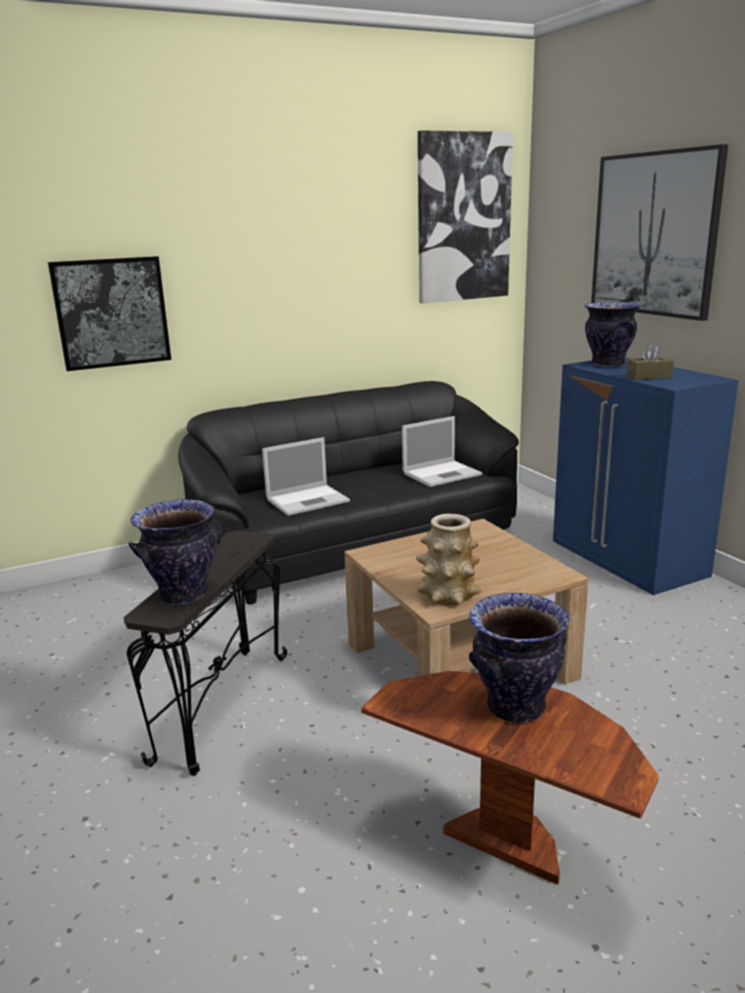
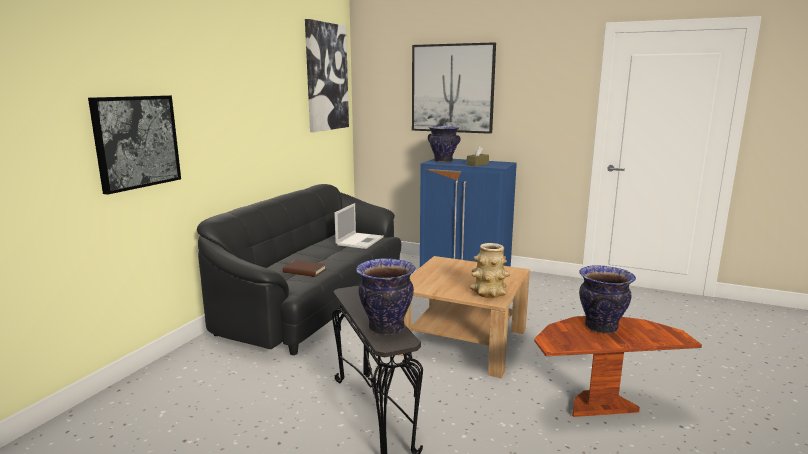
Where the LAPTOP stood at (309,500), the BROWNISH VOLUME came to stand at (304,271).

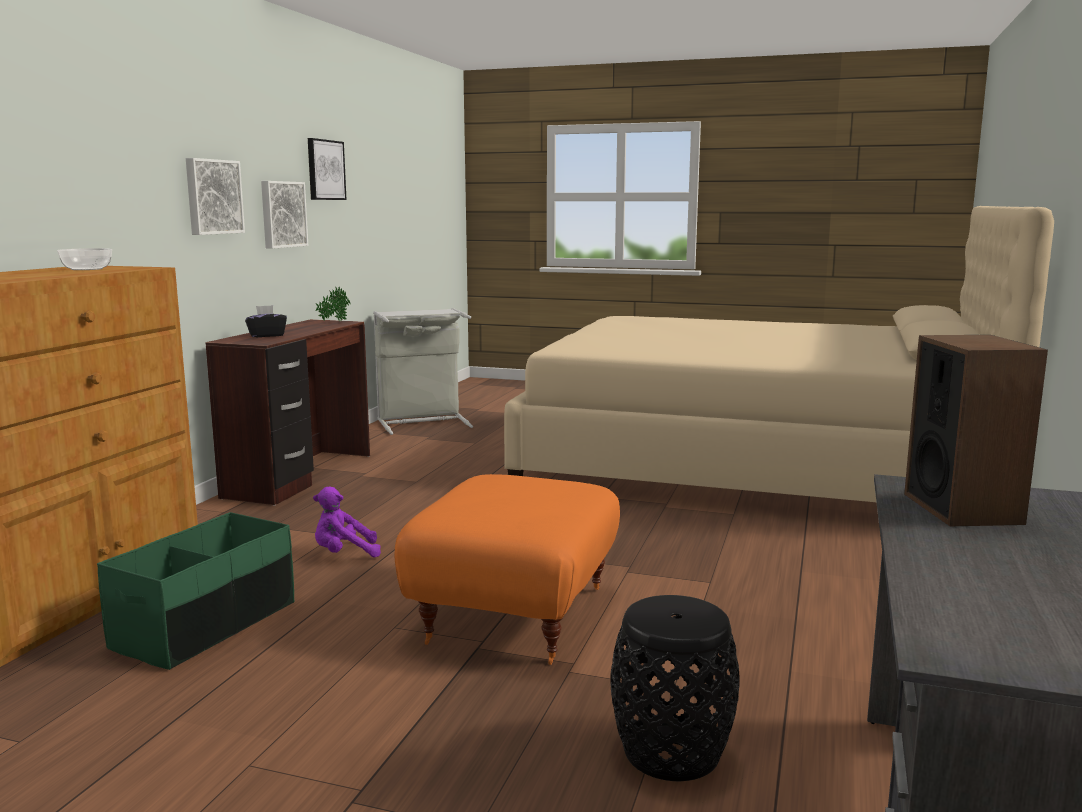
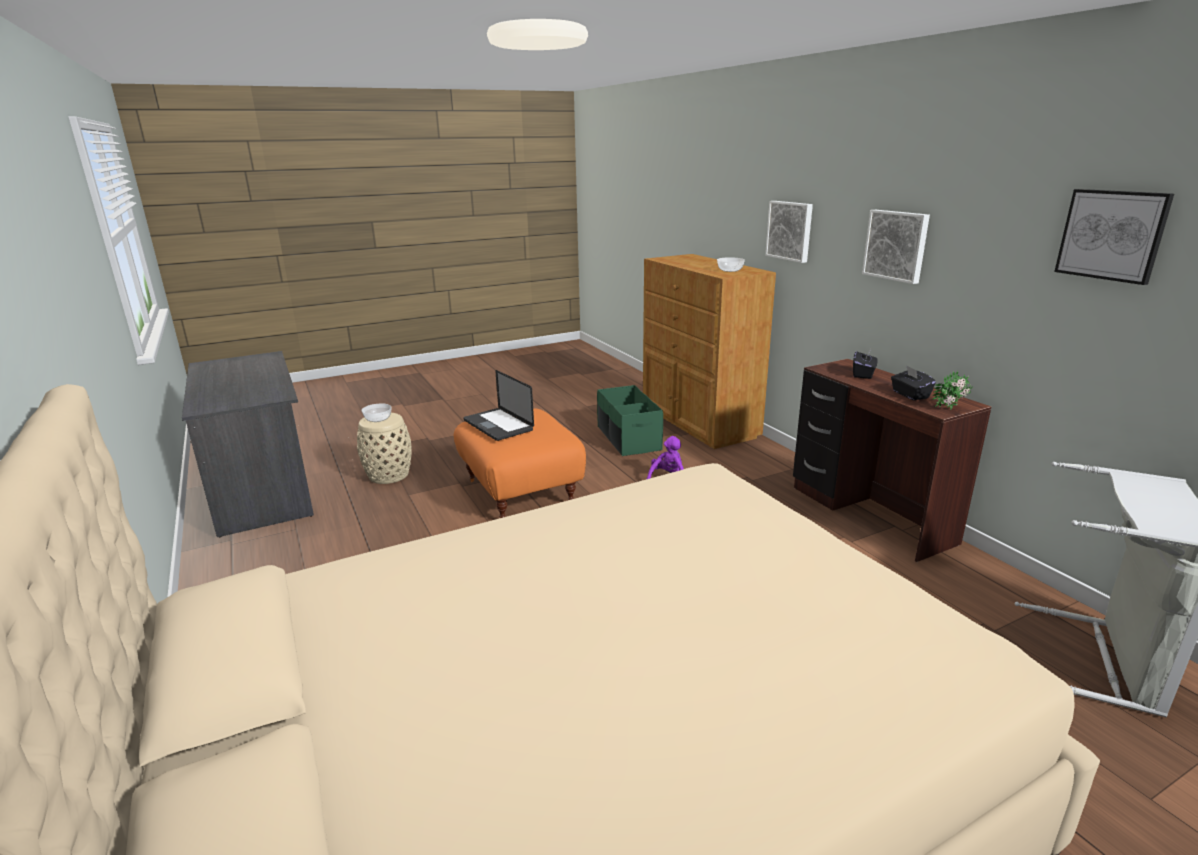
The second view lost the AUDIO SPEAKER at (962,508). The second view gained the BOWL at (377,419). The second view gained the LAPTOP at (498,425). The second view gained the BLACKISH TISSUE BOX at (910,395). The PICTURE ended up elsewhere, having gone from (282,214) to (790,230). What was the BLACKISH STOOL SEAT at (671,753) turned into the SAND-COLOURED STOOL SEAT at (389,475).

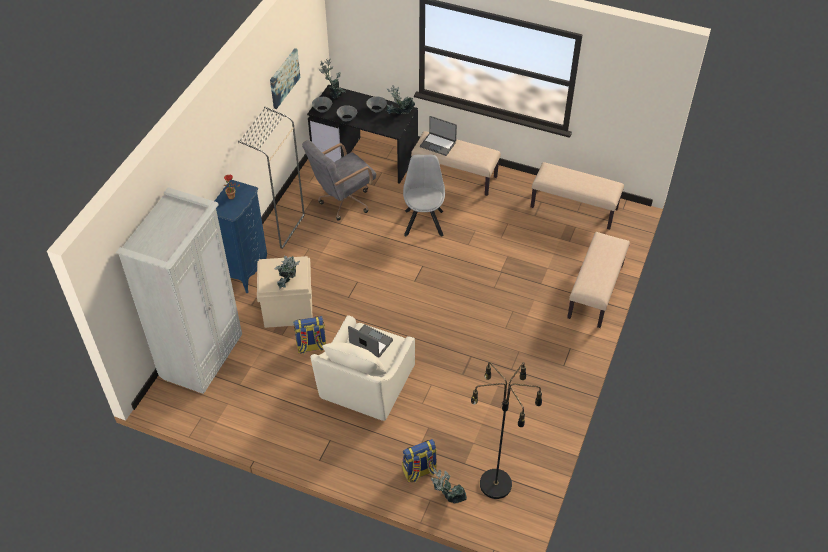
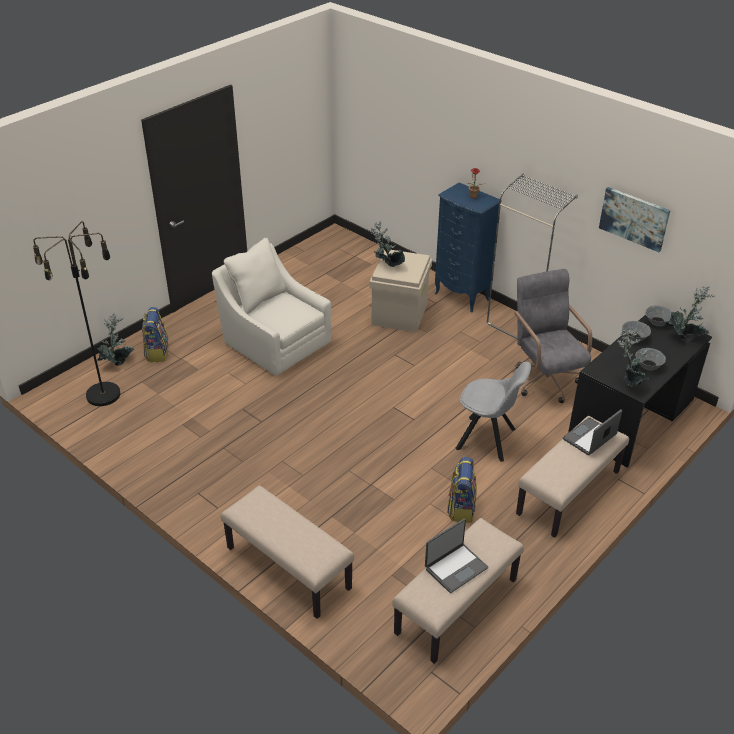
The second view lost the WHITISH CLOTHES CUPBOARD at (202,355). The BACKPACK ended up elsewhere, having gone from (311,346) to (461,508). The LAPTOP ended up elsewhere, having gone from (370,342) to (455,567).

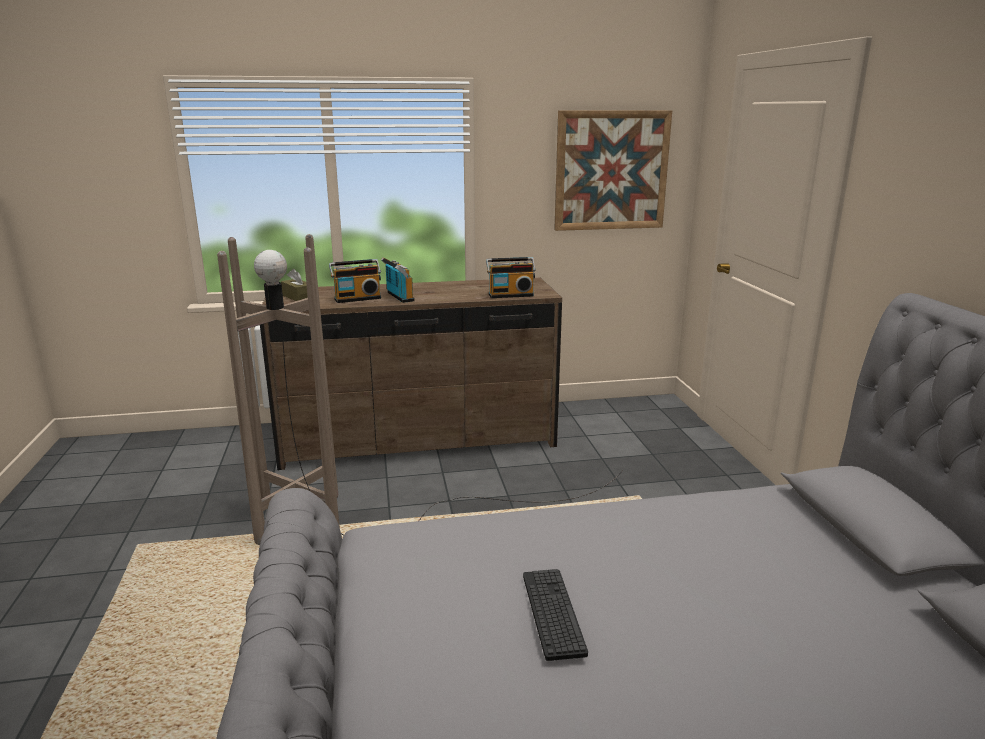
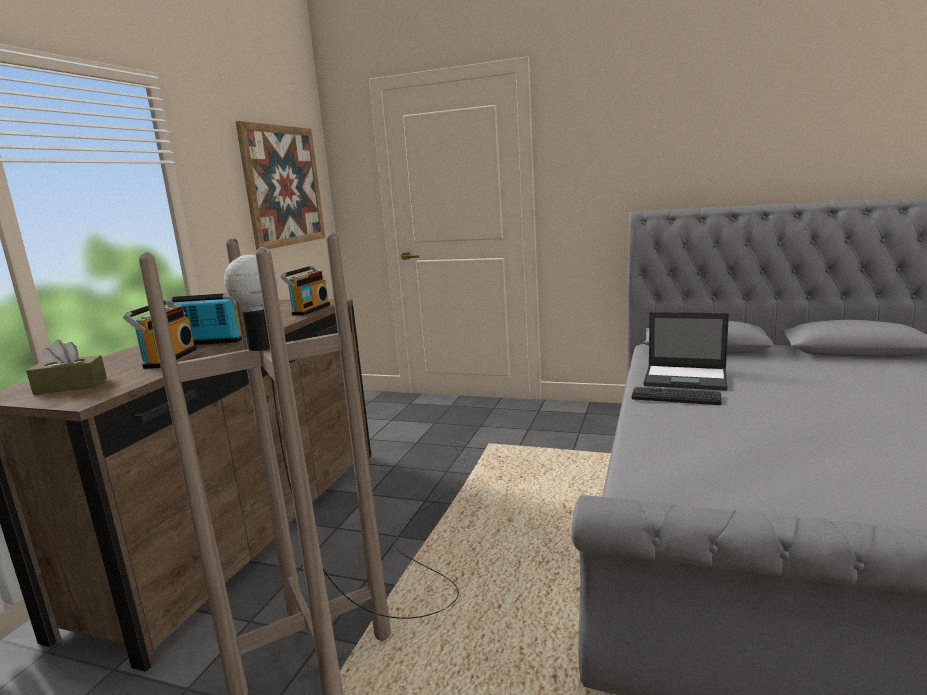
The second view gained the LAPTOP at (686,378). The KEYBOARD ended up elsewhere, having gone from (553,613) to (675,397).

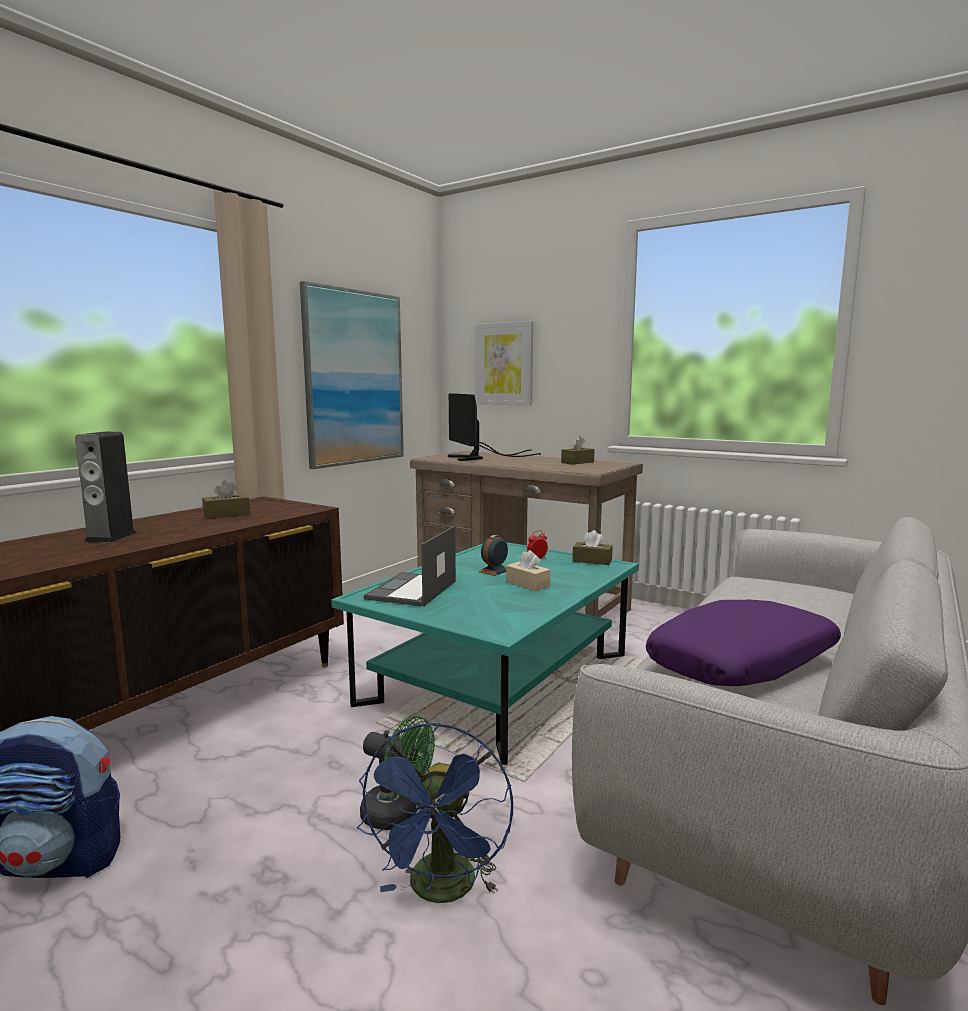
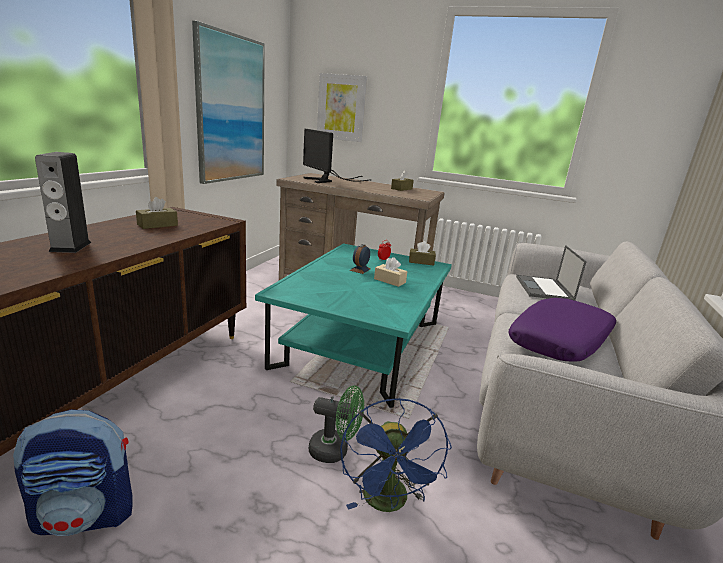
The LAPTOP ended up elsewhere, having gone from (411,590) to (544,289).

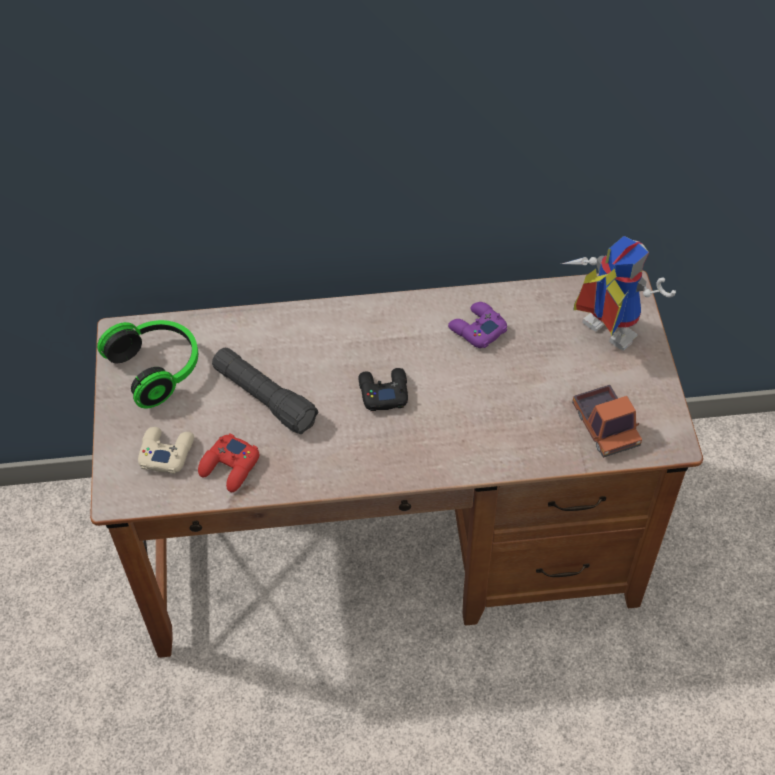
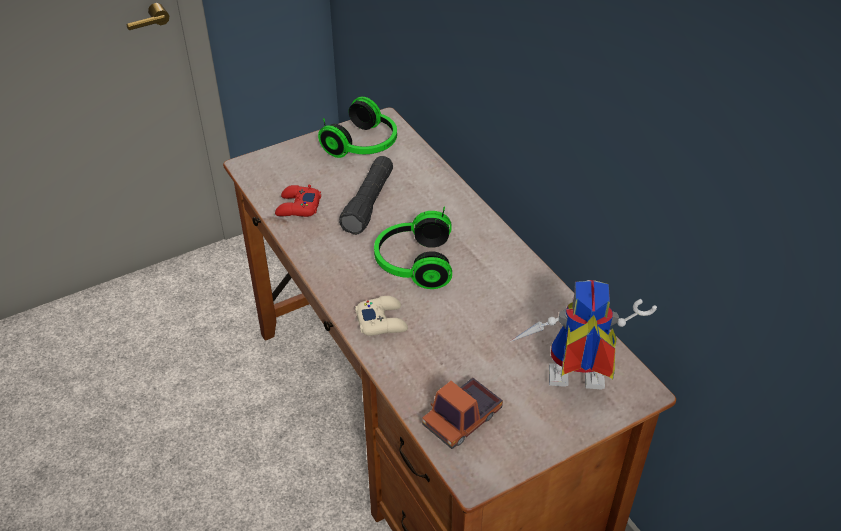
The second view lost the PURPLISH GAME CONTROLLER at (477,329). The SAND-COLOURED GAME CONTROLLER ended up elsewhere, having gone from (166,452) to (382,321). Where the BLACKISH GAME CONTROLLER stood at (383,392), the PAIR OF HEADPHONES came to stand at (413,263). The MODEL ROBOT at (600,333) ended up facing another way, 105 degrees counterclockwise from before.

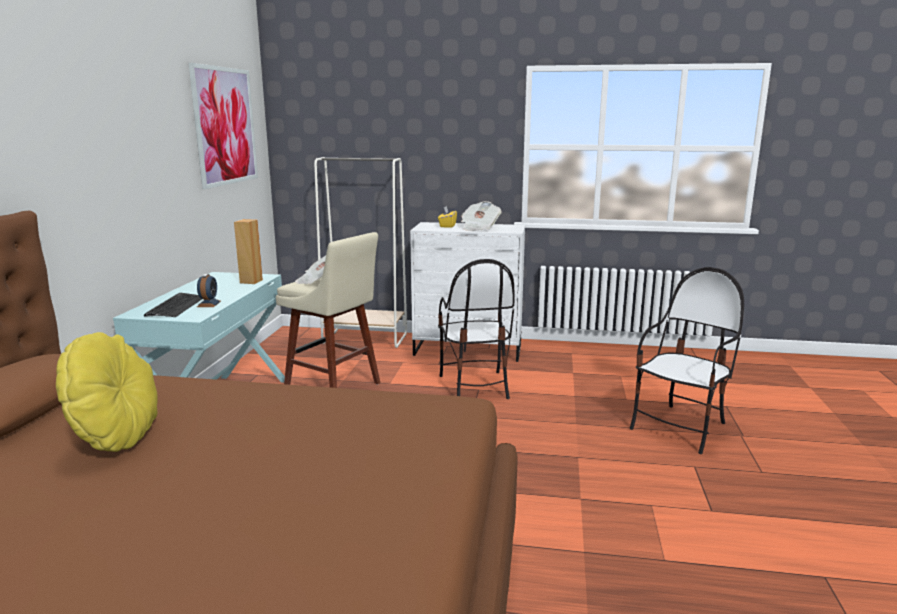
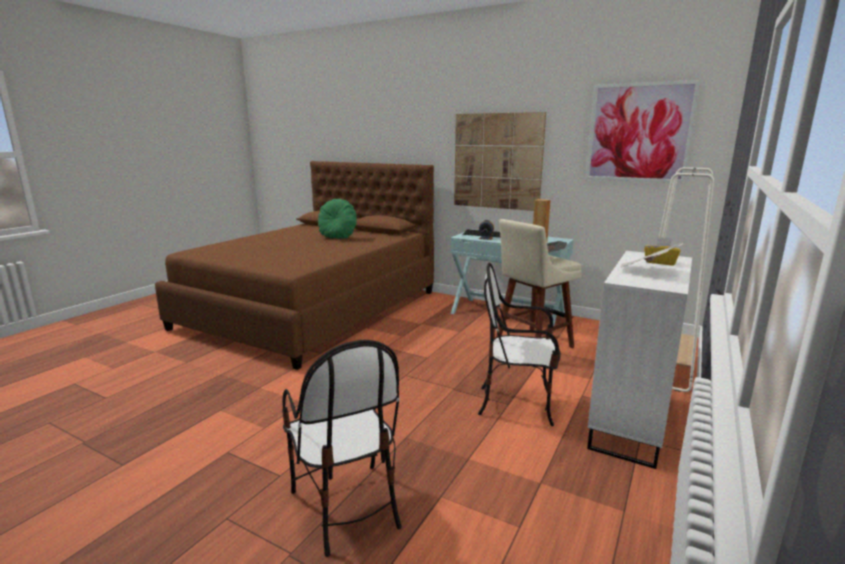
The second view gained the PICTURE at (497,161). What was the YELLOW-COLOURED CUSHION at (118,440) turned into the GREENISH CUSHION at (338,238).

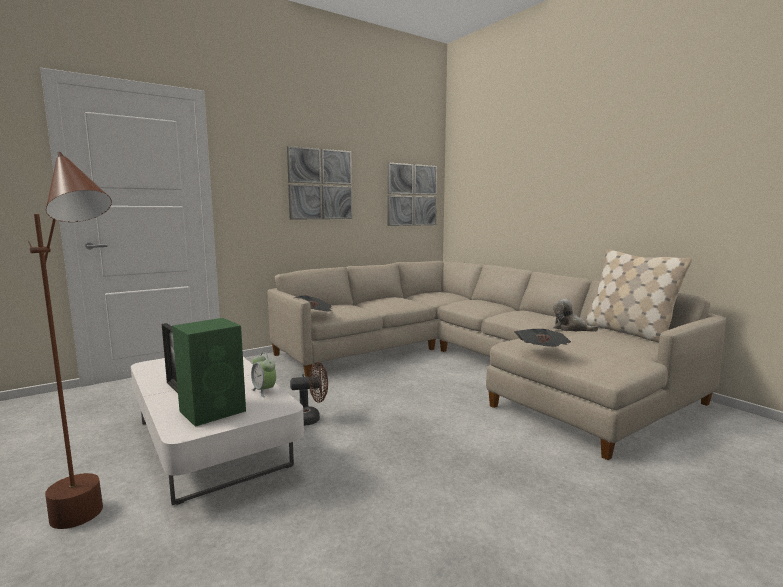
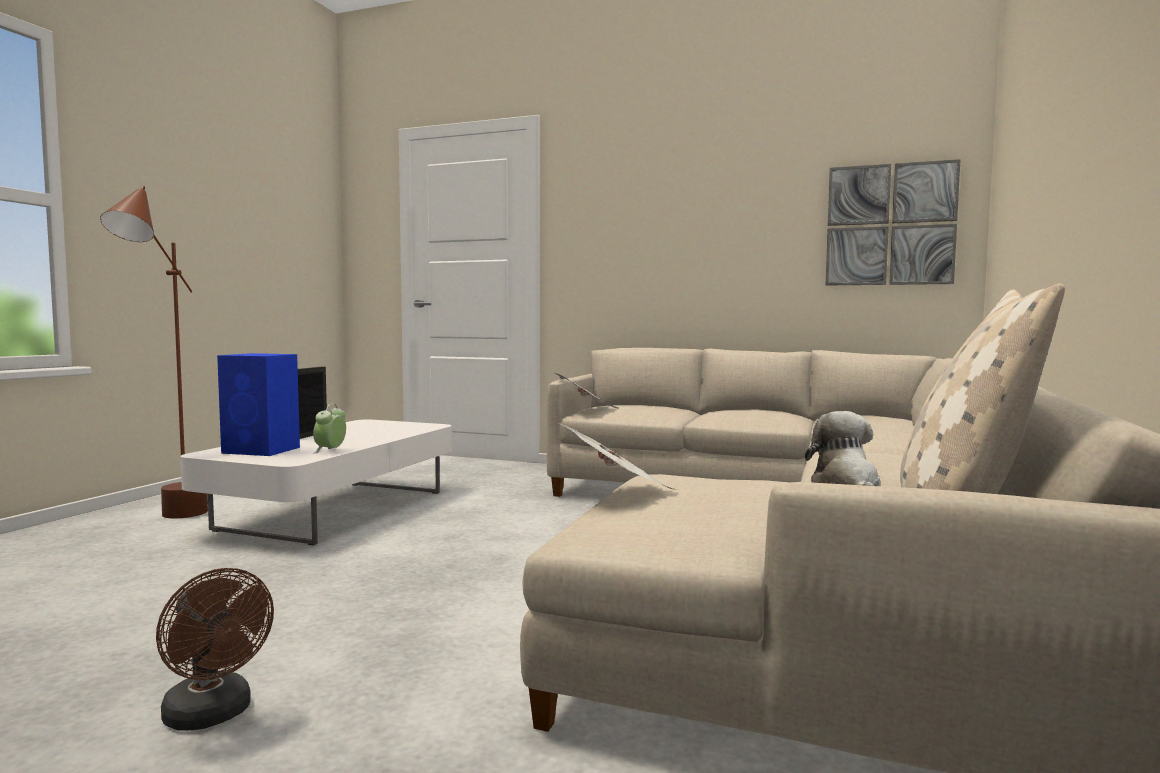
The second view lost the PICTURE at (320,184). The BROWNISH COOLING FAN ended up elsewhere, having gone from (310,419) to (213,715). What was the GREENISH AUDIO SPEAKER at (214,410) turned into the BLUE-COLOURED AUDIO SPEAKER at (263,450).

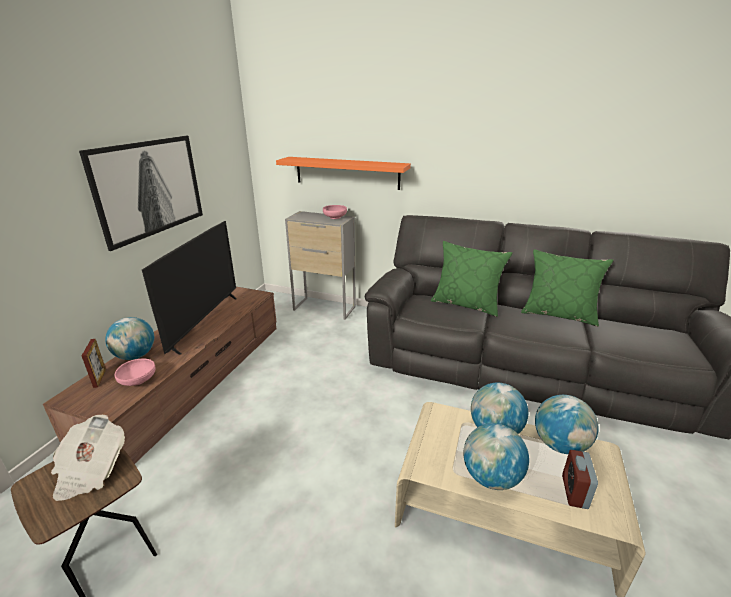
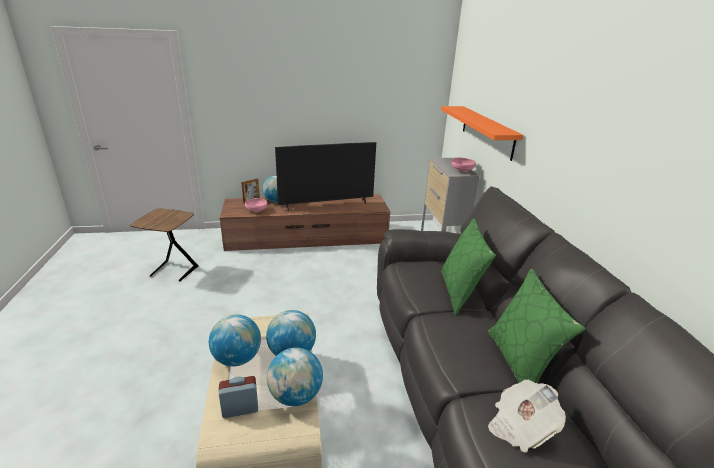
The second view lost the PICTURE at (150,188). The DAILY PAPER ended up elsewhere, having gone from (90,470) to (520,426).

